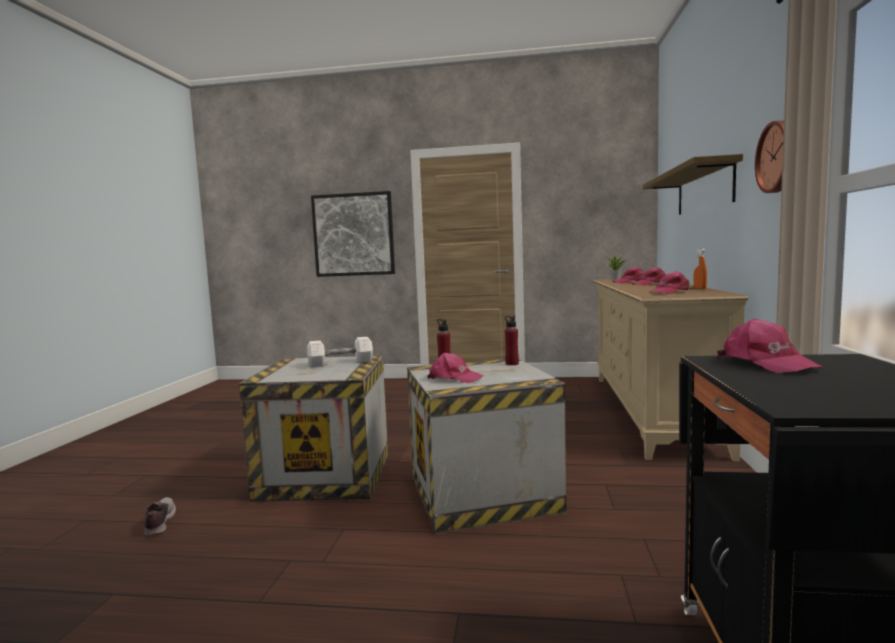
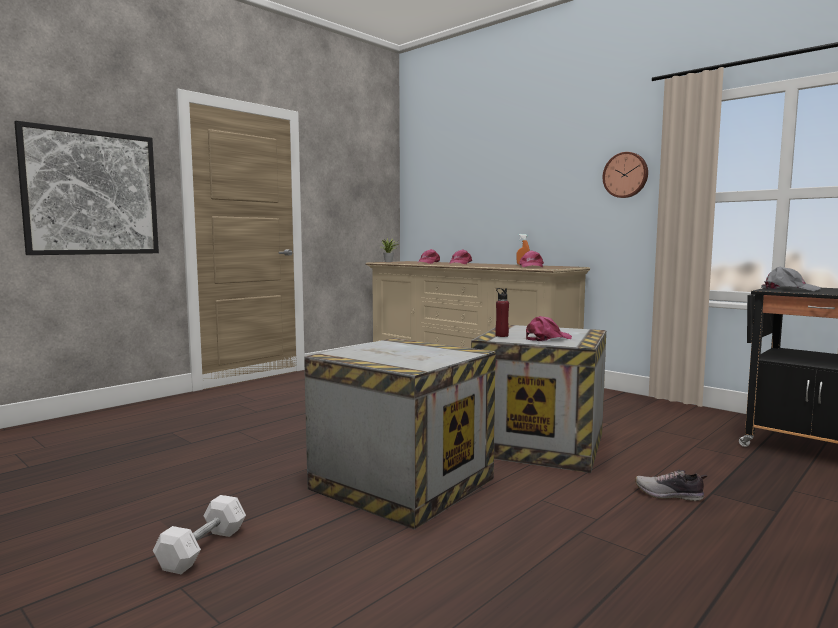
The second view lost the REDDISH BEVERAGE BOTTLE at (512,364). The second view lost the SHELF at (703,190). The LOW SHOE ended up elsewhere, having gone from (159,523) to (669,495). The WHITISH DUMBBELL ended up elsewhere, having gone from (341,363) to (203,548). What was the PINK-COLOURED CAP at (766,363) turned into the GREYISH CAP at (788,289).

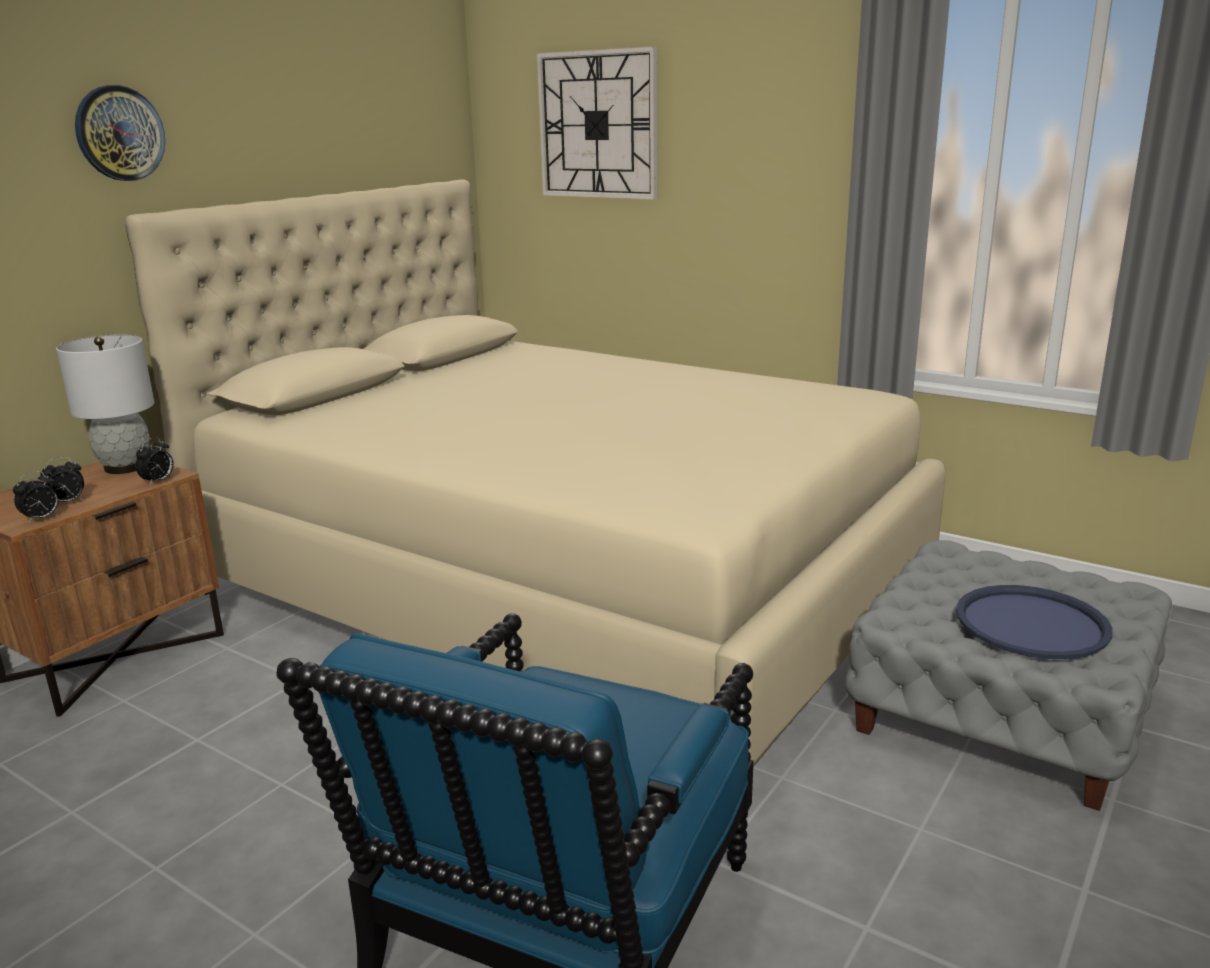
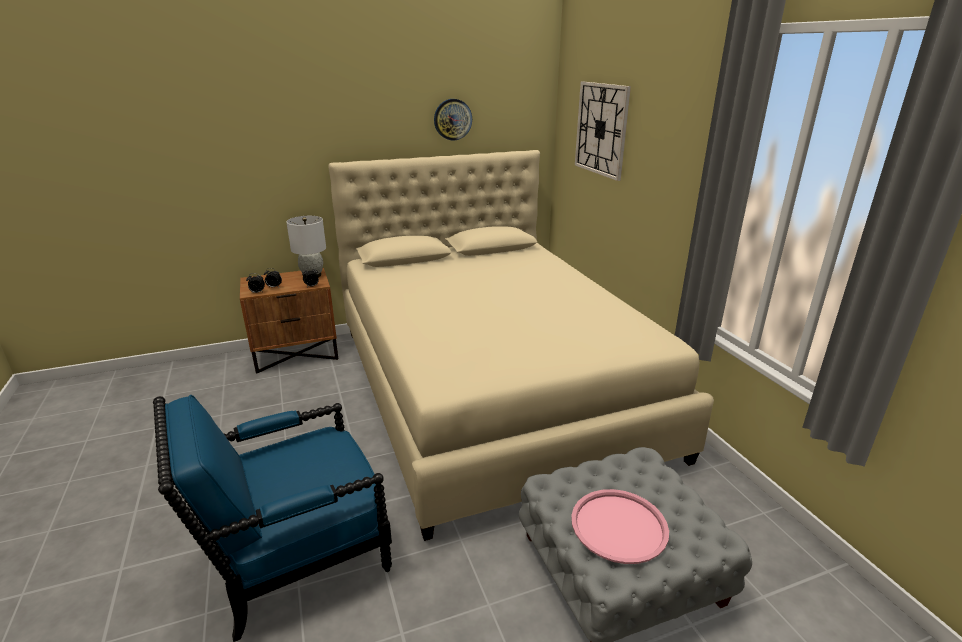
The WALL CLOCK ended up elsewhere, having gone from (119,133) to (452,119). What was the BLUE-COLOURED SERVING TRAY at (1031,623) turned into the PINK-COLOURED SERVING TRAY at (619,526).

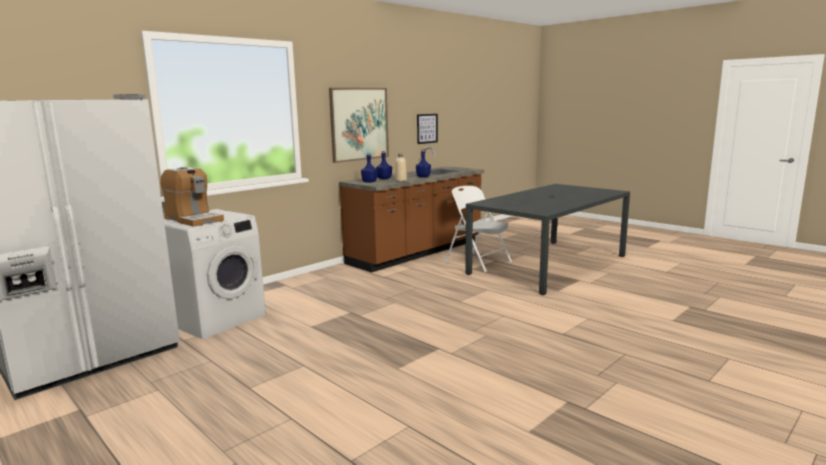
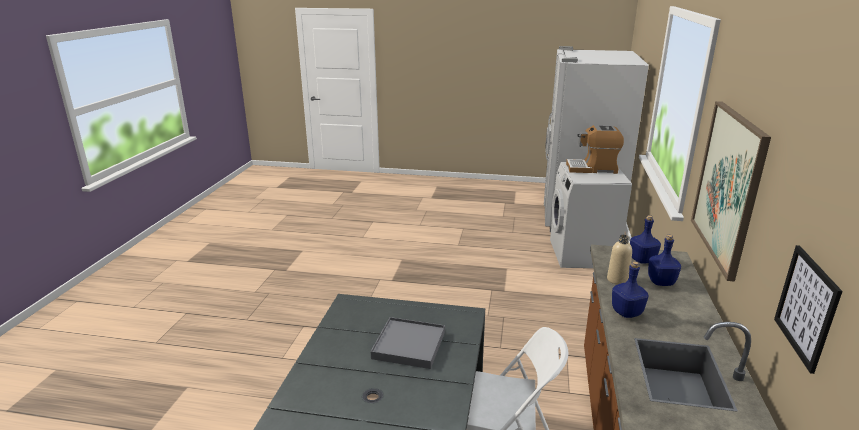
The second view gained the GREYISH SERVING TRAY at (409,345).

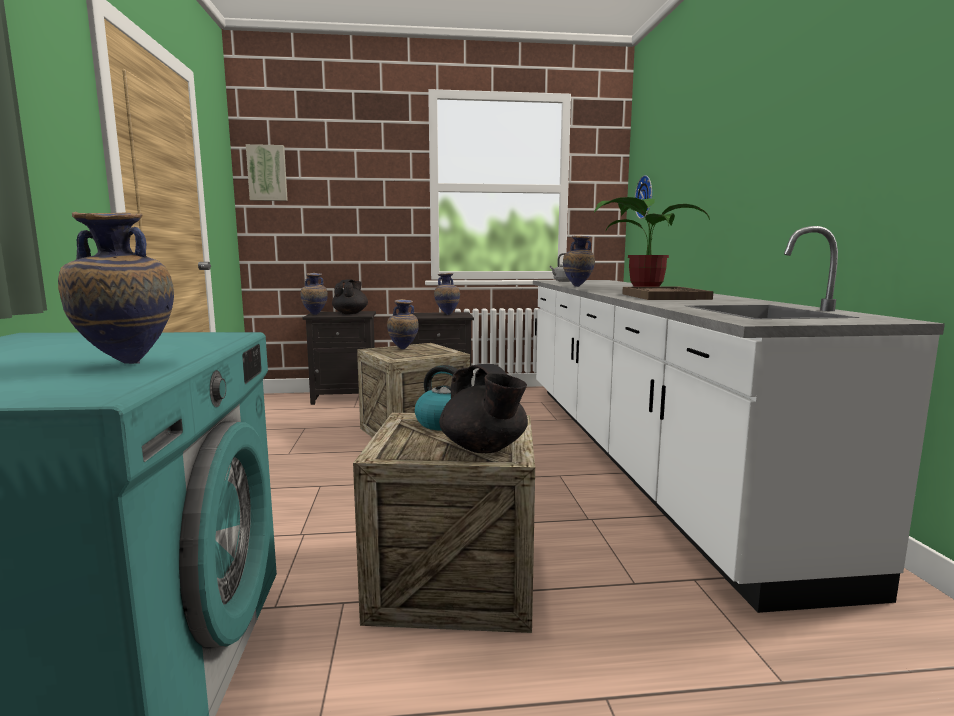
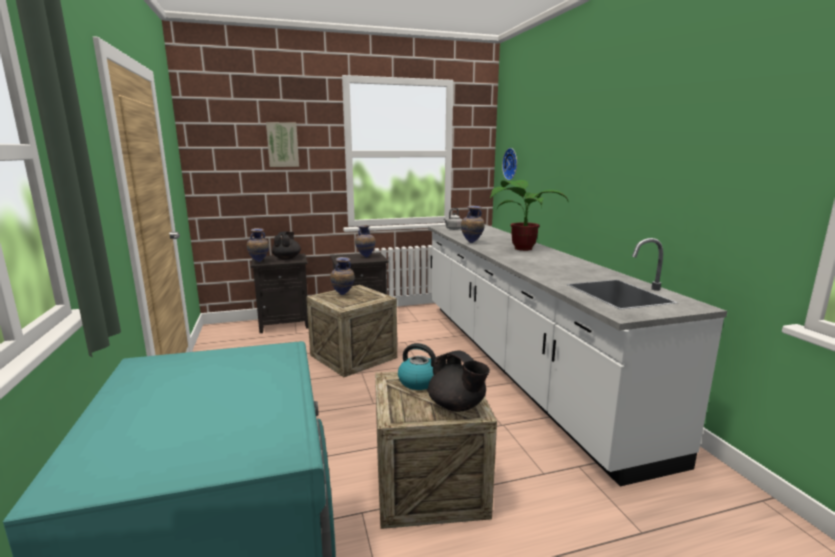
The second view lost the DECORATIVE VASE at (125,365). The second view lost the BROWNISH SERVING TRAY at (664,296). The PICTURE ended up elsewhere, having gone from (267,173) to (282,144).

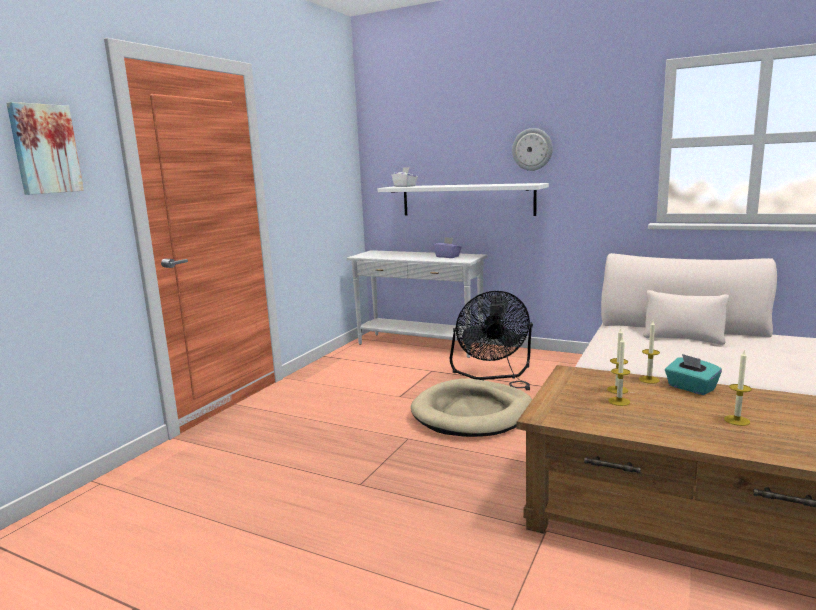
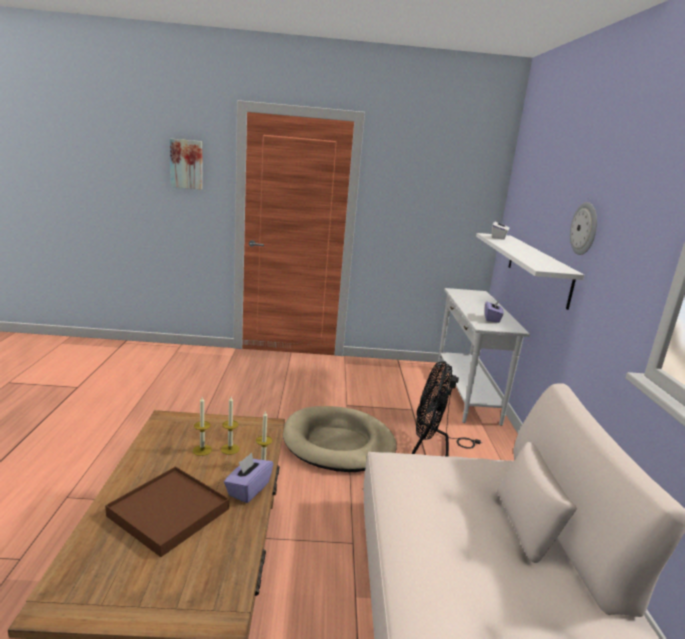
Where the CANDLE stood at (736,420), the BROWNISH SERVING TRAY came to stand at (169,512). What was the TURQUOISE TISSUE BOX at (691,388) turned into the PURPLISH TISSUE BOX at (248,489). The BLACKISH COOLING FAN at (498,375) ended up facing another way, 135 degrees counterclockwise from before.

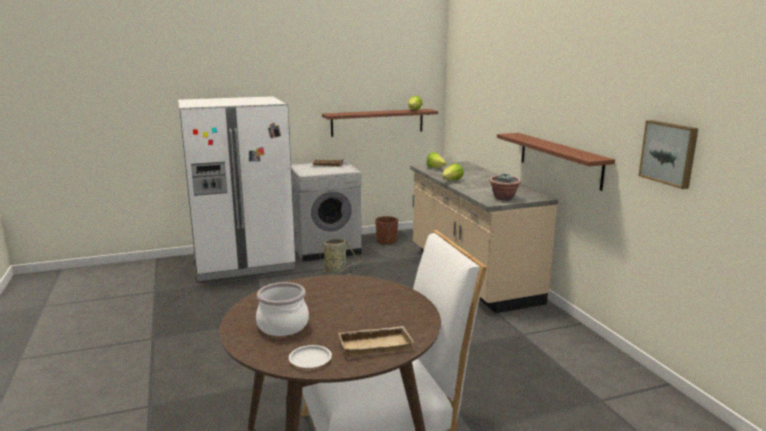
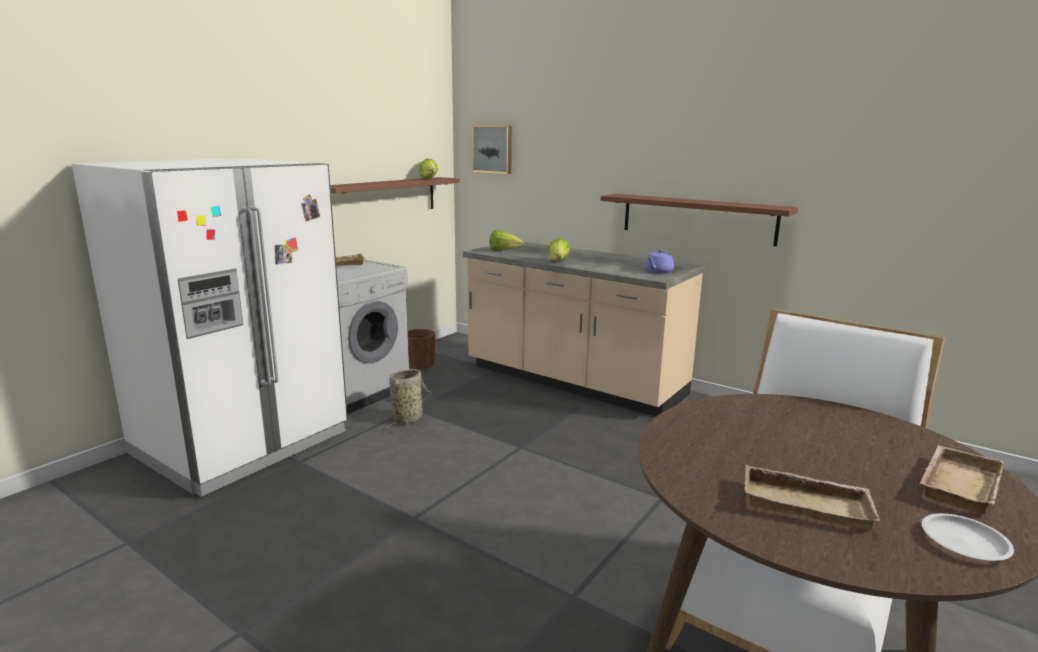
The PICTURE ended up elsewhere, having gone from (669,153) to (493,149). Where the COOKING POT stood at (283,325), the SAND-COLOURED SERVING TRAY came to stand at (807,503). Where the POTTED PLANT stood at (504,198), the PURPLISH TEA POT came to stand at (658,272).

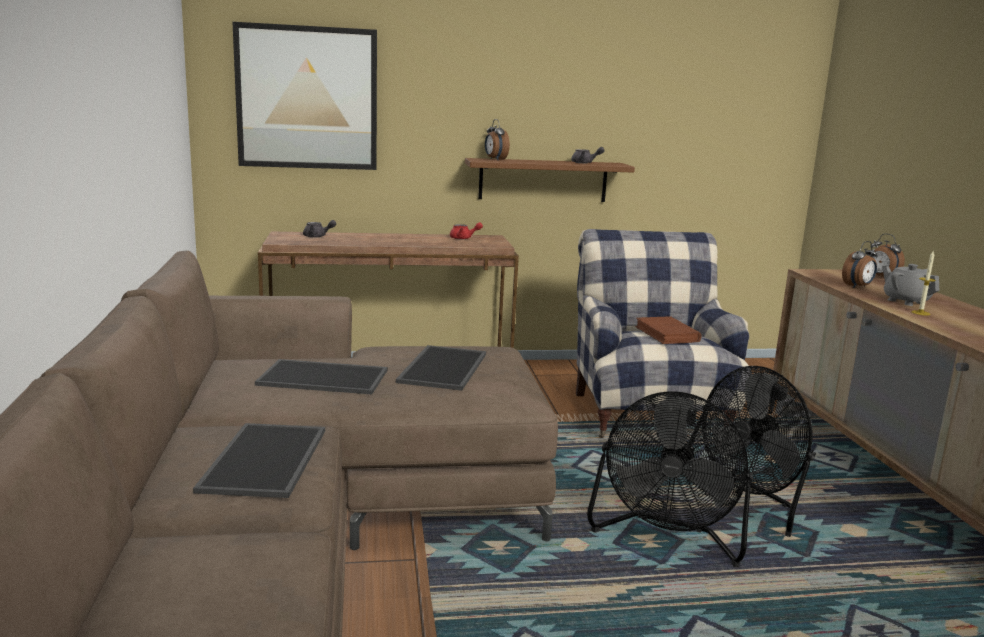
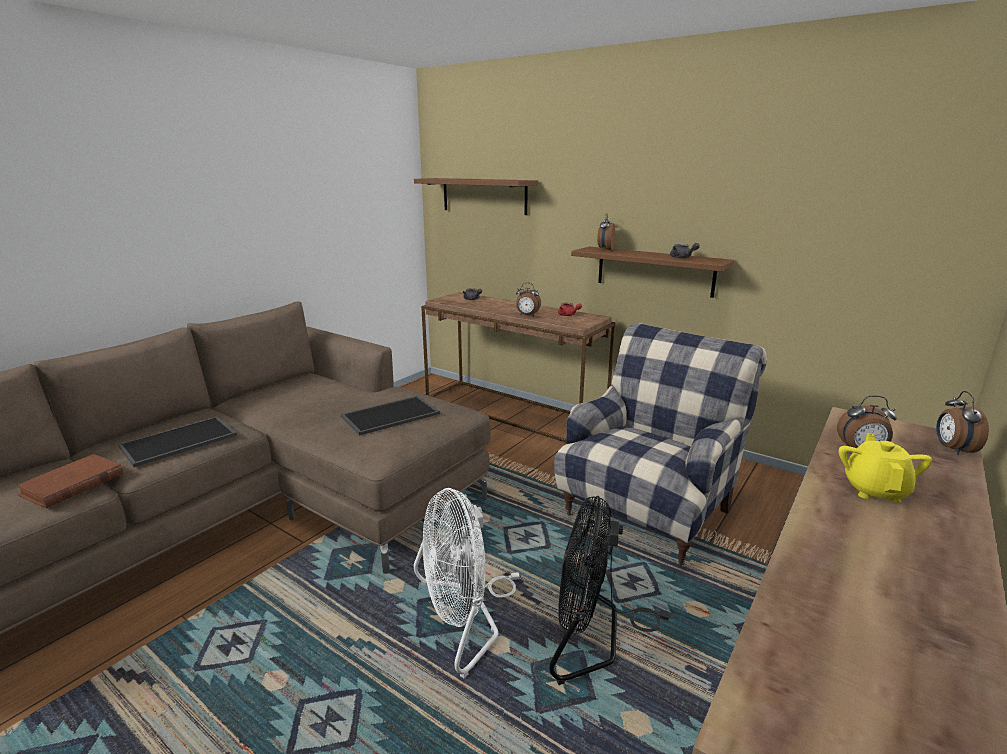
The second view lost the SERVING TRAY at (325,377). The second view lost the CANDLE at (920,313). The second view gained the TABLE CLOCK at (527,315). The BROWNISH VOLUME ended up elsewhere, having gone from (667,334) to (72,484). Where the PICTURE hung at (307,98), the BROWNISH SHELF came to hang at (484,195). What was the BLACKISH COOLING FAN at (663,533) turned into the WHITISH COOLING FAN at (465,614). What was the GREYISH TEA POT at (905,301) turned into the YELLOW-COLOURED TEA POT at (875,490).

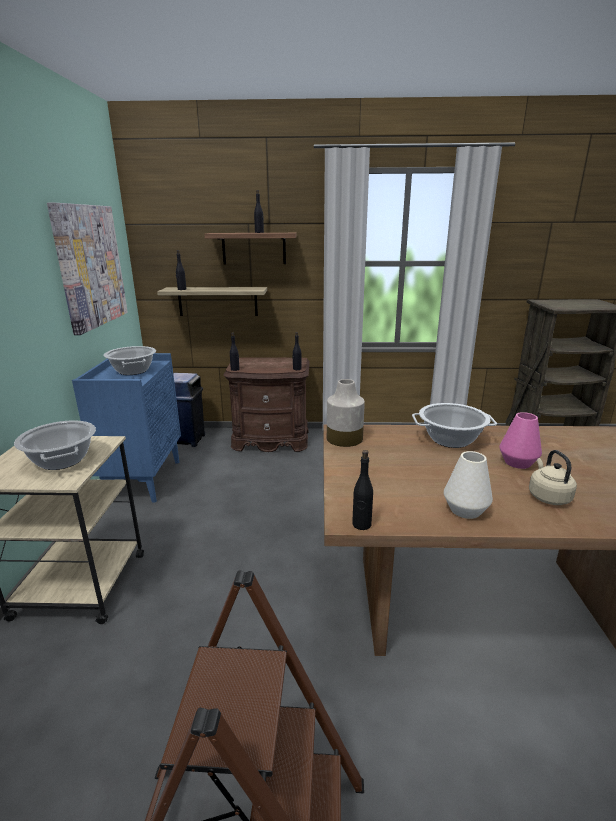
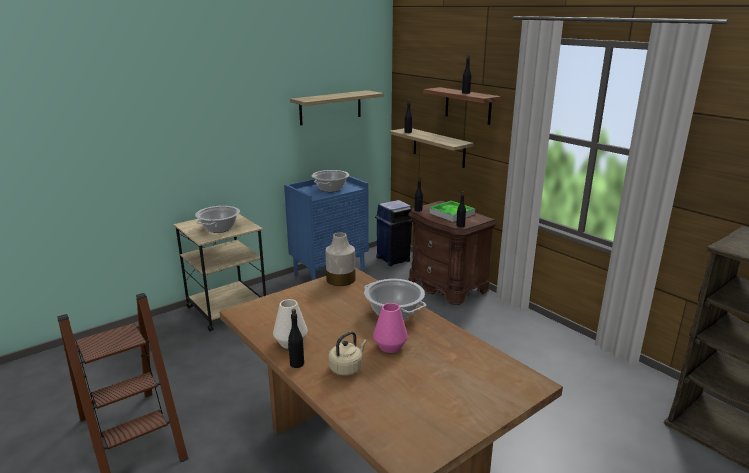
The second view gained the SERVING TRAY at (451,213). The BLACKISH BEVERAGE BOTTLE ended up elsewhere, having gone from (361,524) to (296,364). Where the PICTURE hung at (90,266), the SHELF came to hang at (330,107).

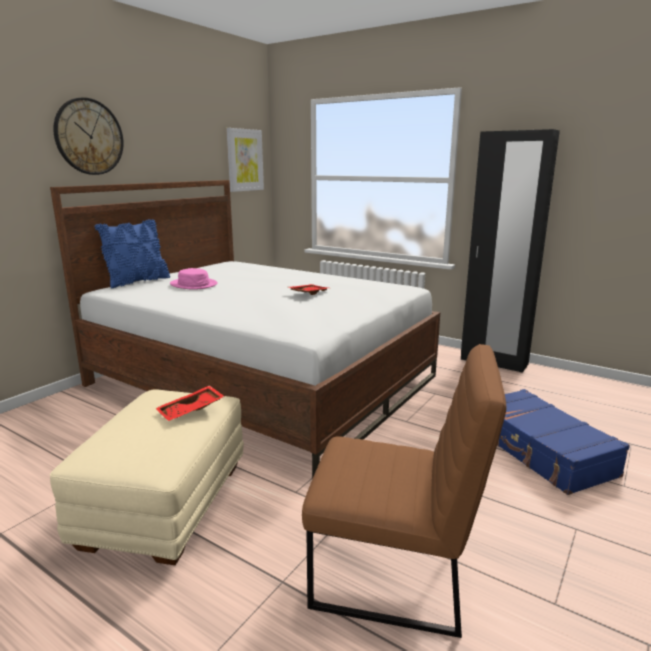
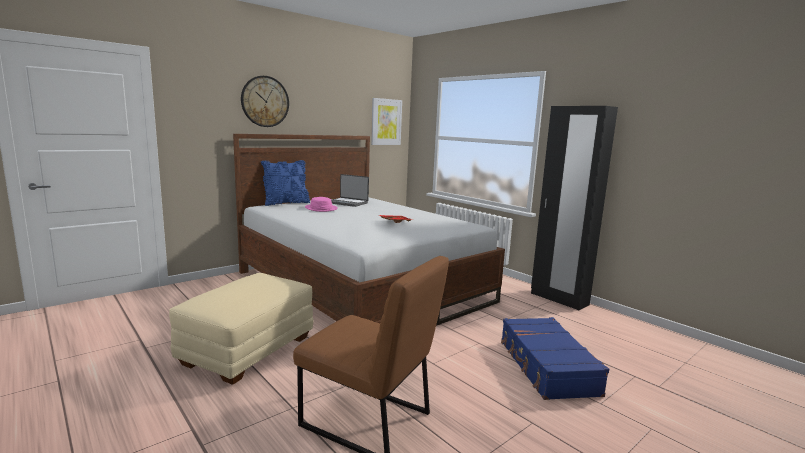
The second view lost the REDDISH SERVING TRAY at (191,411). The second view gained the LAPTOP at (348,203).

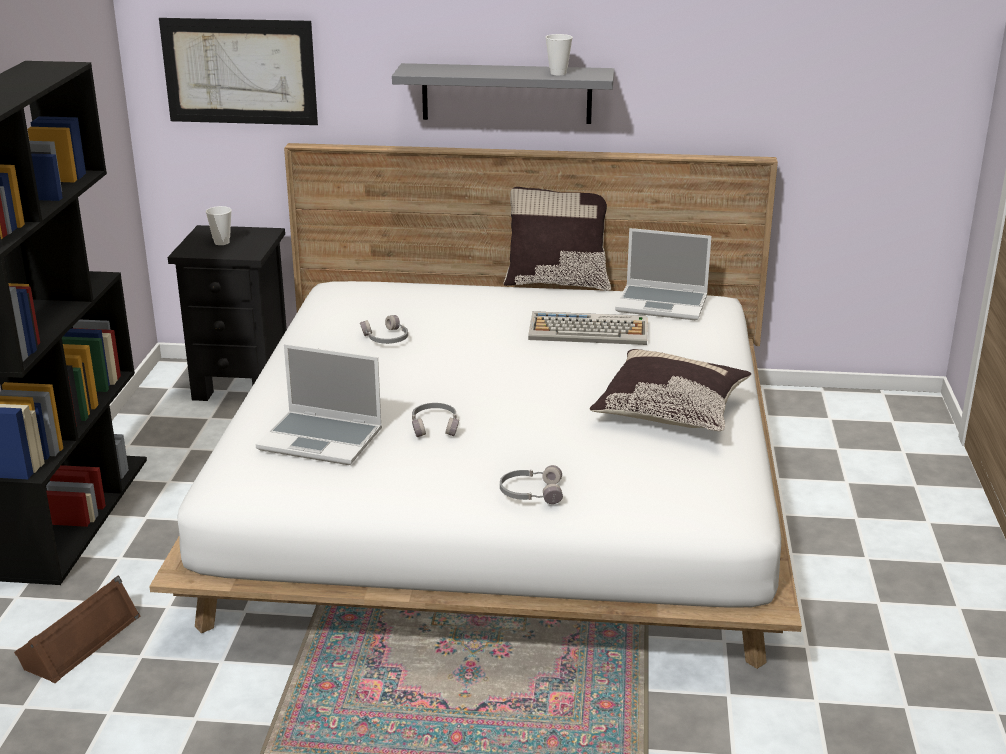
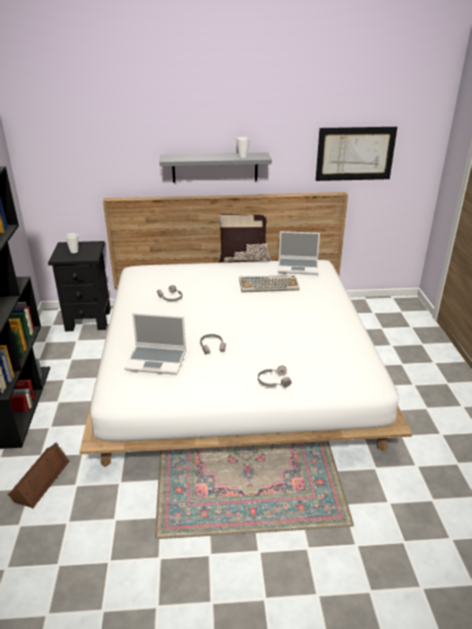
The second view lost the CUSHION at (671,411). The PICTURE ended up elsewhere, having gone from (239,71) to (355,154).

